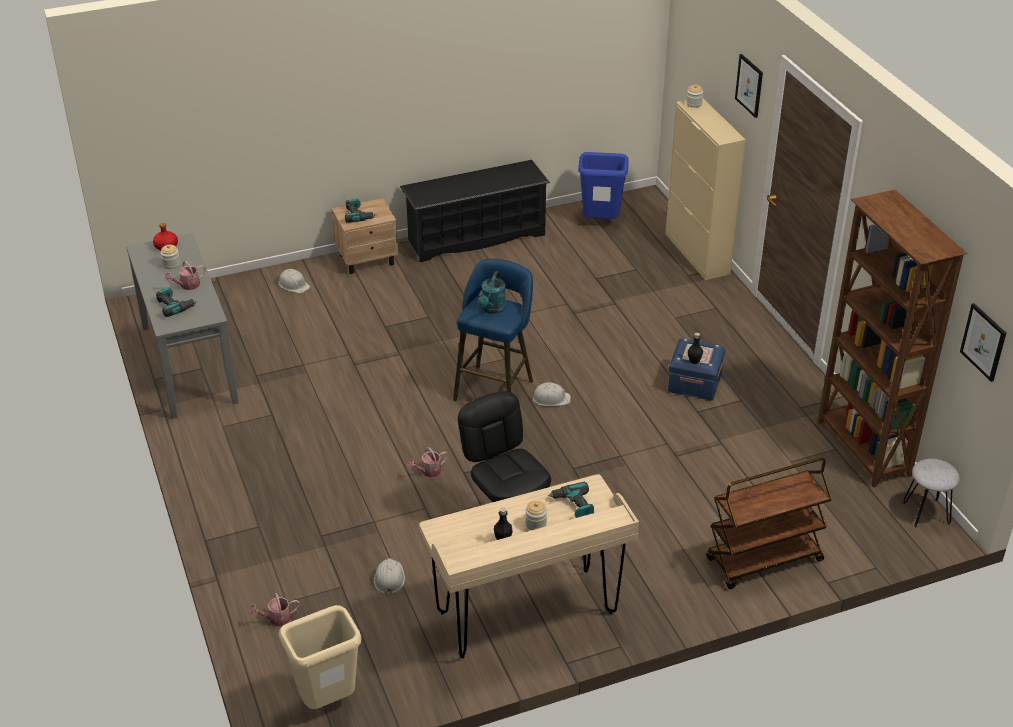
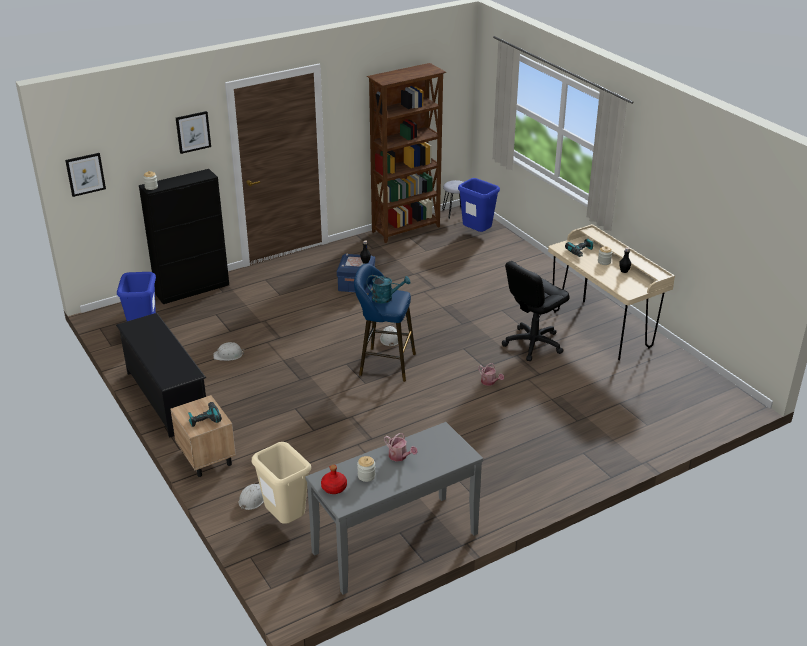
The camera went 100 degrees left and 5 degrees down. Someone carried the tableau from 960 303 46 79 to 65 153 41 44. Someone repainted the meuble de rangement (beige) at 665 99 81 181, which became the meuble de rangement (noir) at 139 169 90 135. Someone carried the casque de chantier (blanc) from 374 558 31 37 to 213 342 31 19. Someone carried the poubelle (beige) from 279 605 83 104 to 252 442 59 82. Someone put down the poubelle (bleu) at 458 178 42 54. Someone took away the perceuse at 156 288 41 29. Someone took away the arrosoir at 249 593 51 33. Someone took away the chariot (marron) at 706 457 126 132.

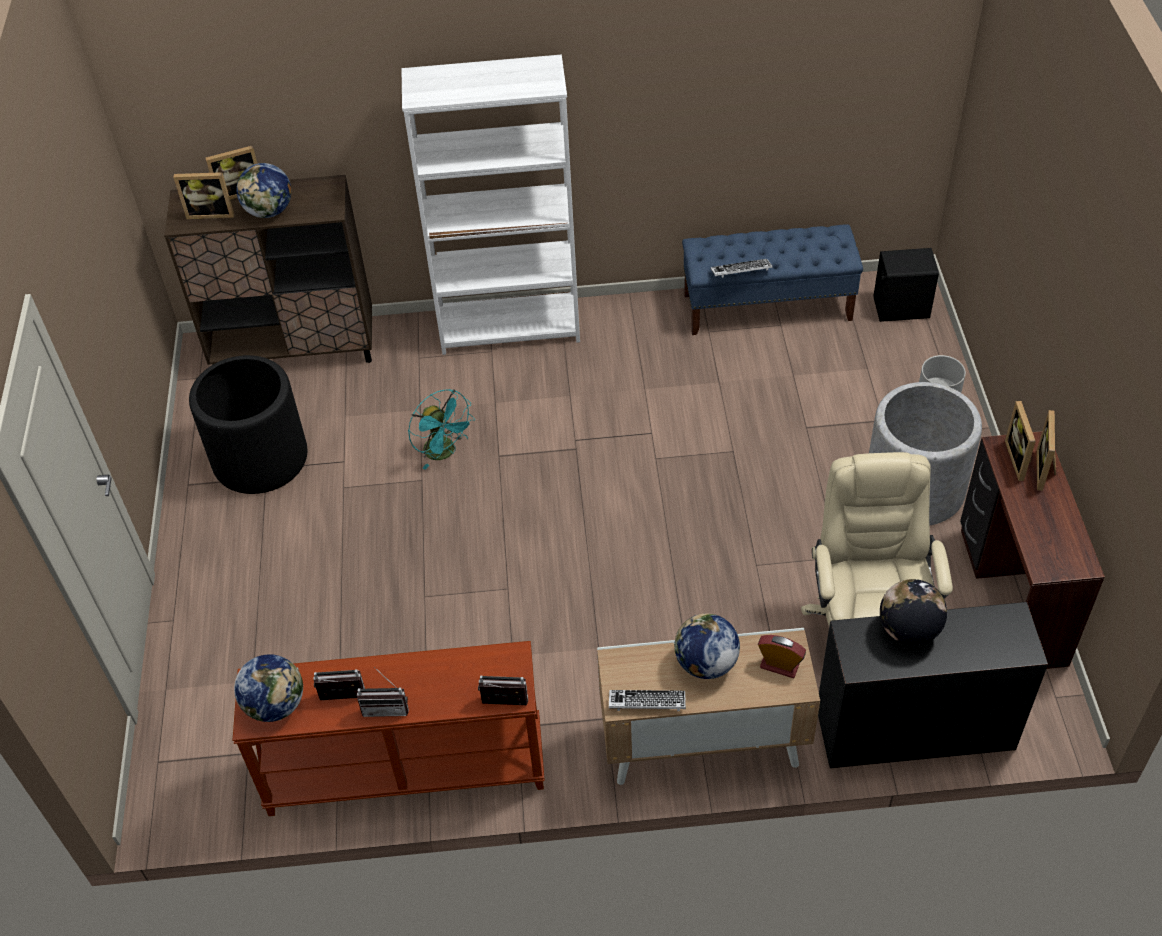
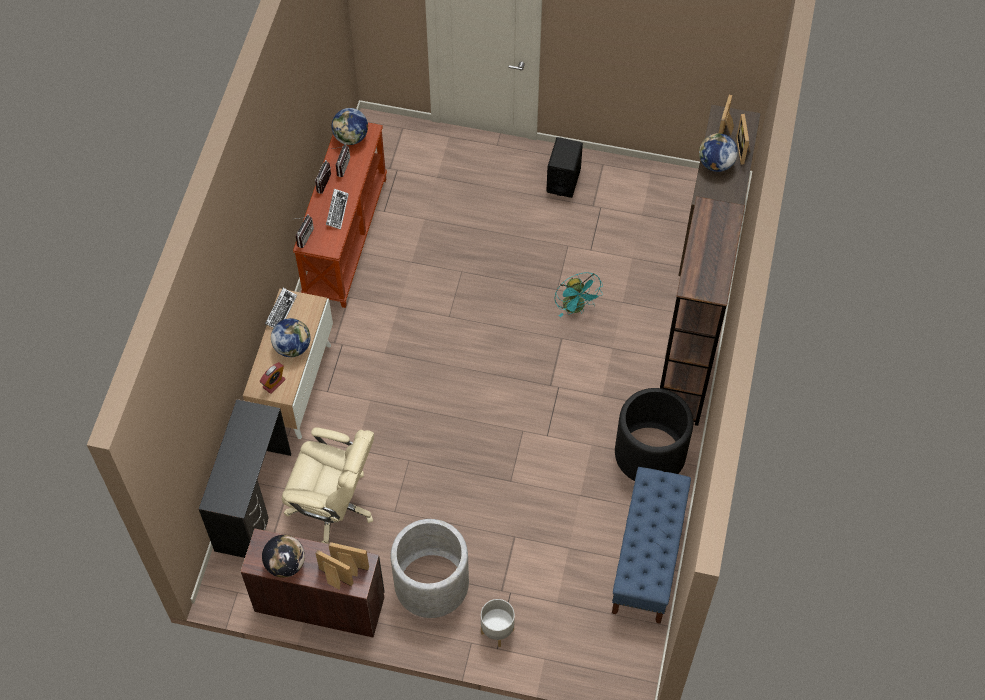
The camera went 105 degrees right and 10 degrees up. Someone carried the globe from 880 579 67 66 to 262 535 43 43. Someone carried the clavier from 711 259 62 19 to 326 189 23 41. Someone carried the enceinte (noir) from 874 248 65 74 to 546 137 37 61. Someone rotated the ventilateur (turquoise) at 408 389 67 81 by 90 degrees counterclockwise. Someone carried the cache-pot (noir) from 189 355 118 139 to 615 388 78 93. Someone repainted the bibliothèque (blanc) at 401 54 179 301, which became the bibliothèque (marron) at 660 196 85 230.

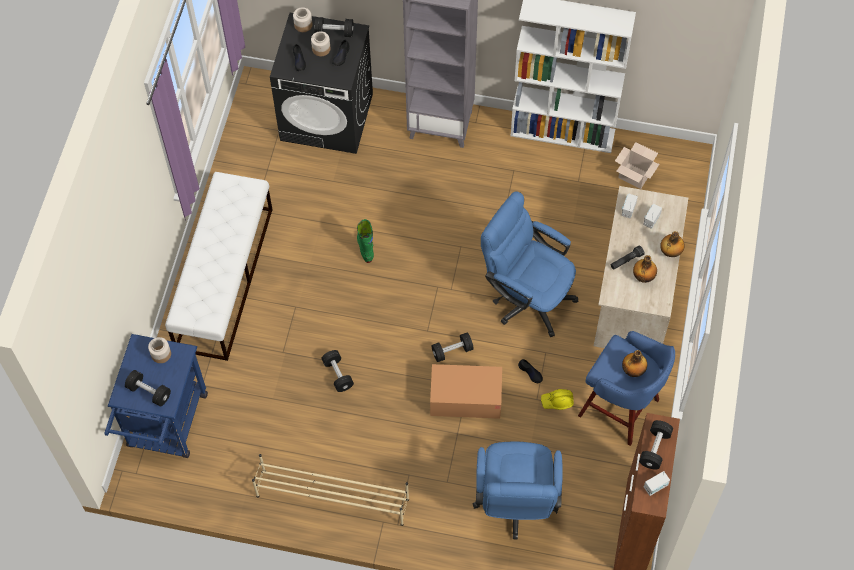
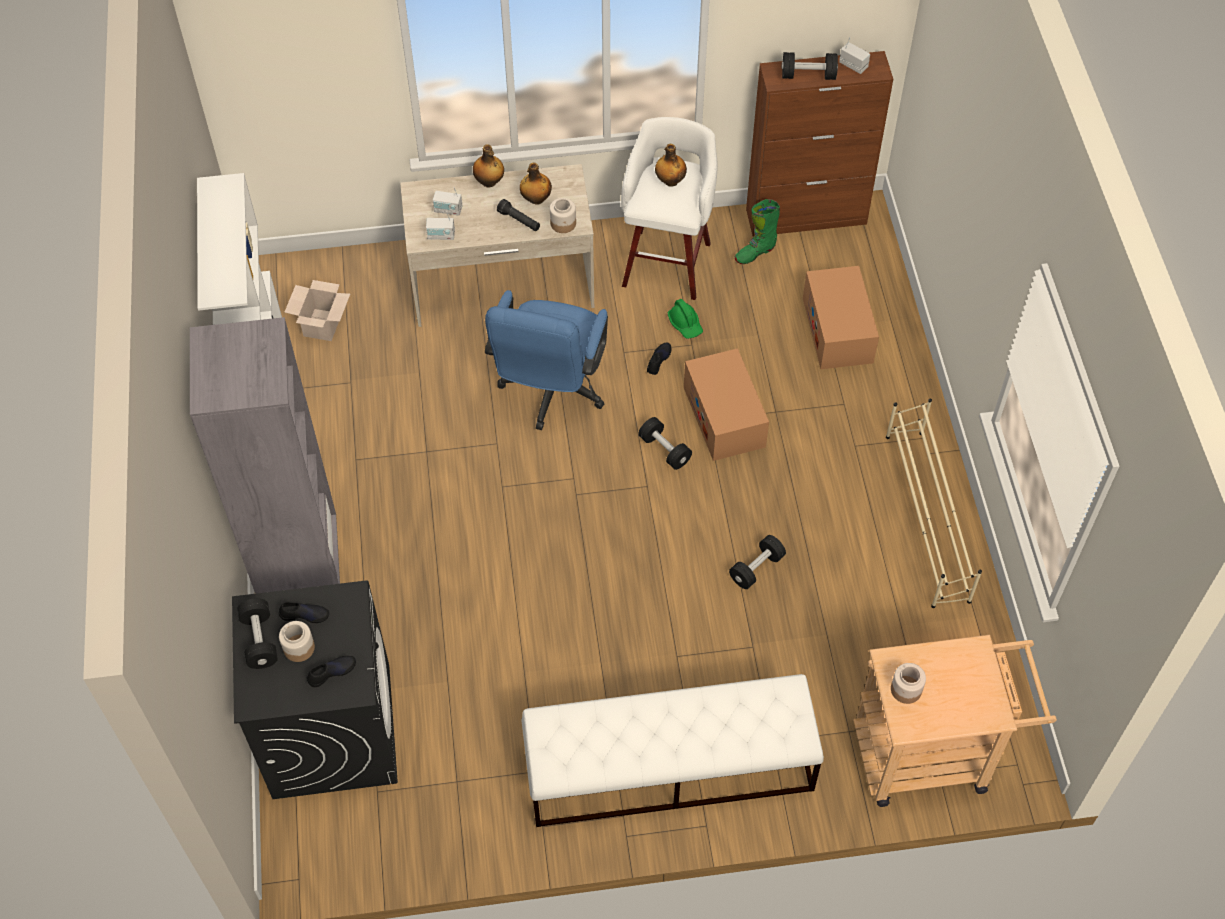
The camera went 110 degrees left and 5 degrees down. Someone carried the bocal from 293 7 19 25 to 550 198 26 35. Someone repainted the tabouret (bleu) at 578 331 97 115, which became the tabouret (blanc) at 621 117 97 183. Someone repainted the casque de chantier (jaune) at 541 389 33 21, which became the casque de chantier (vert) at 668 299 35 40. Someone carried the botte (vert) from 357 219 17 44 to 735 199 45 65. Someone swapped the chaise de bureau (bleu) at 473 441 90 99 for the carton at 803 266 76 103. Someone repainted the chariot (bleu) at 105 334 103 124, which became the chariot (beige) at 853 635 204 172. Someone took away the haltère (noir) at 125 370 46 37.

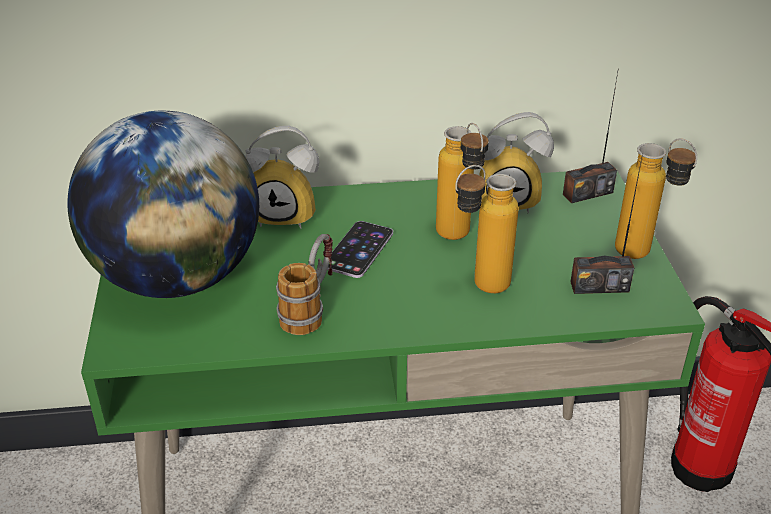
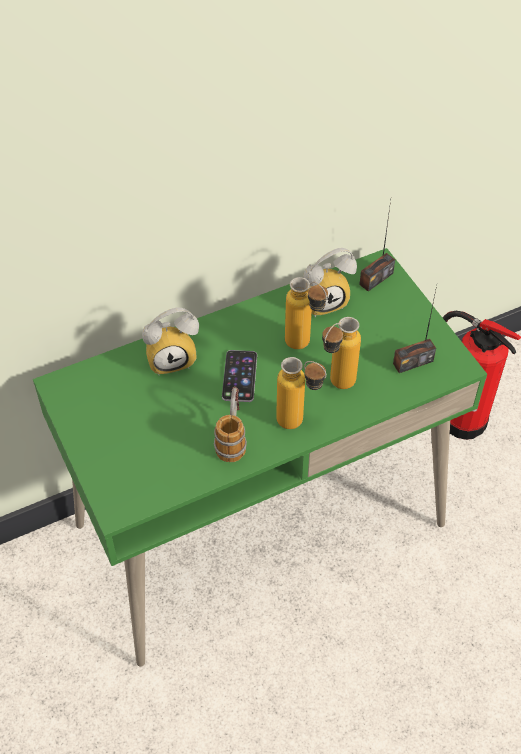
The camera went 20 degrees left and 15 degrees up. Someone carried the bouteille from 615 138 82 121 to 276 357 50 72. Someone took away the globe at 67 111 192 187.

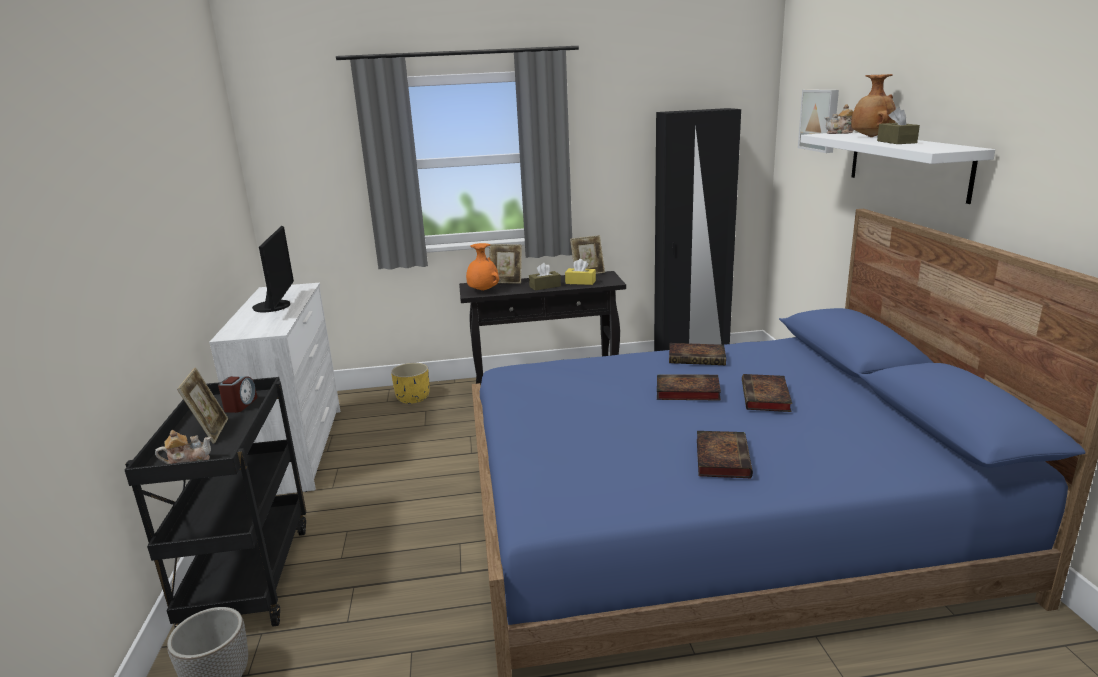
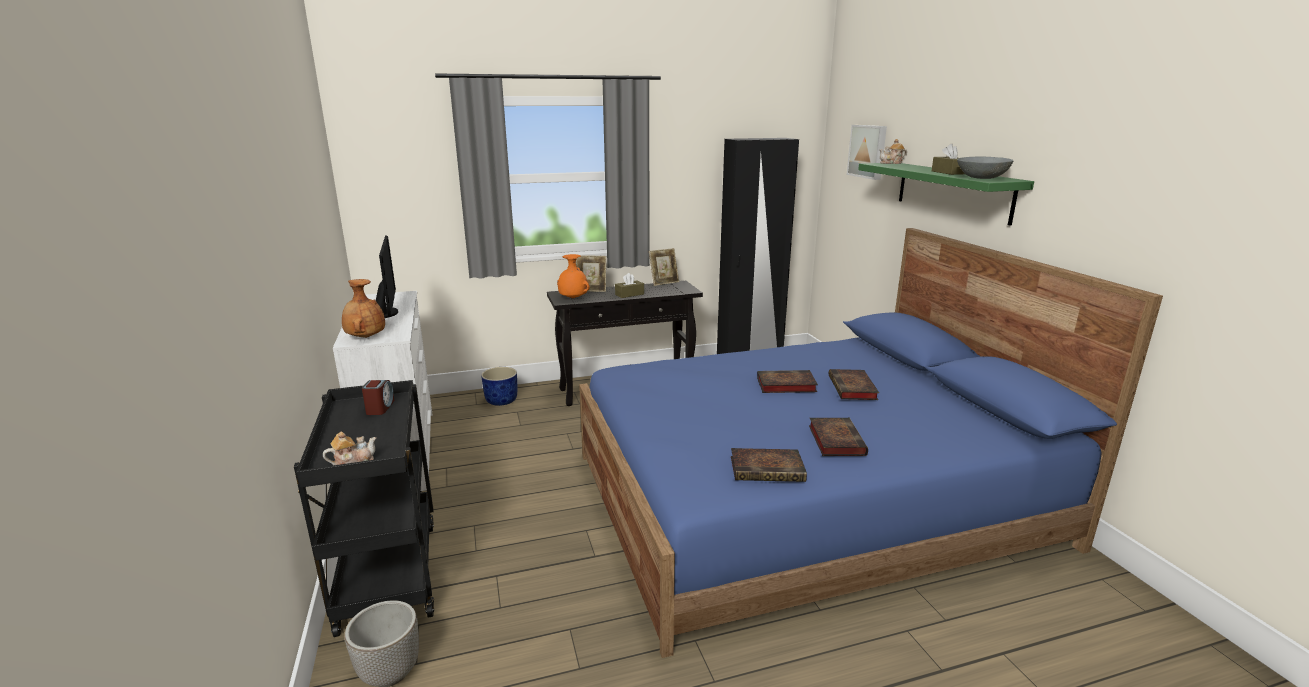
The camera went 10 degrees left and 0 degrees up. Someone carried the vase (marron) from 851 74 45 63 to 342 279 43 59. Someone repainted the cache-pot (jaune) at 391 363 39 41, which became the cache-pot (bleu) at 481 367 36 39. Someone carried the livre from 669 343 57 22 to 731 448 76 34. Someone repainted the étagère (blanc) at 801 133 194 71, which became the étagère (vert) at 858 163 176 63. Someone put down the bol (gris) at 957 157 56 22. Someone took away the cadre photo at 177 367 51 77. Someone took away the boîte à mouchoirs (jaune) at 565 259 31 26.

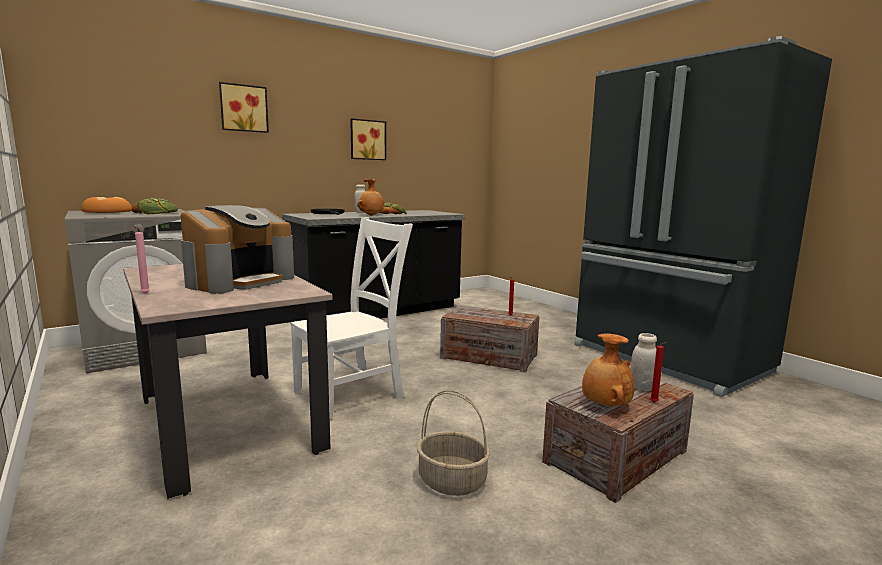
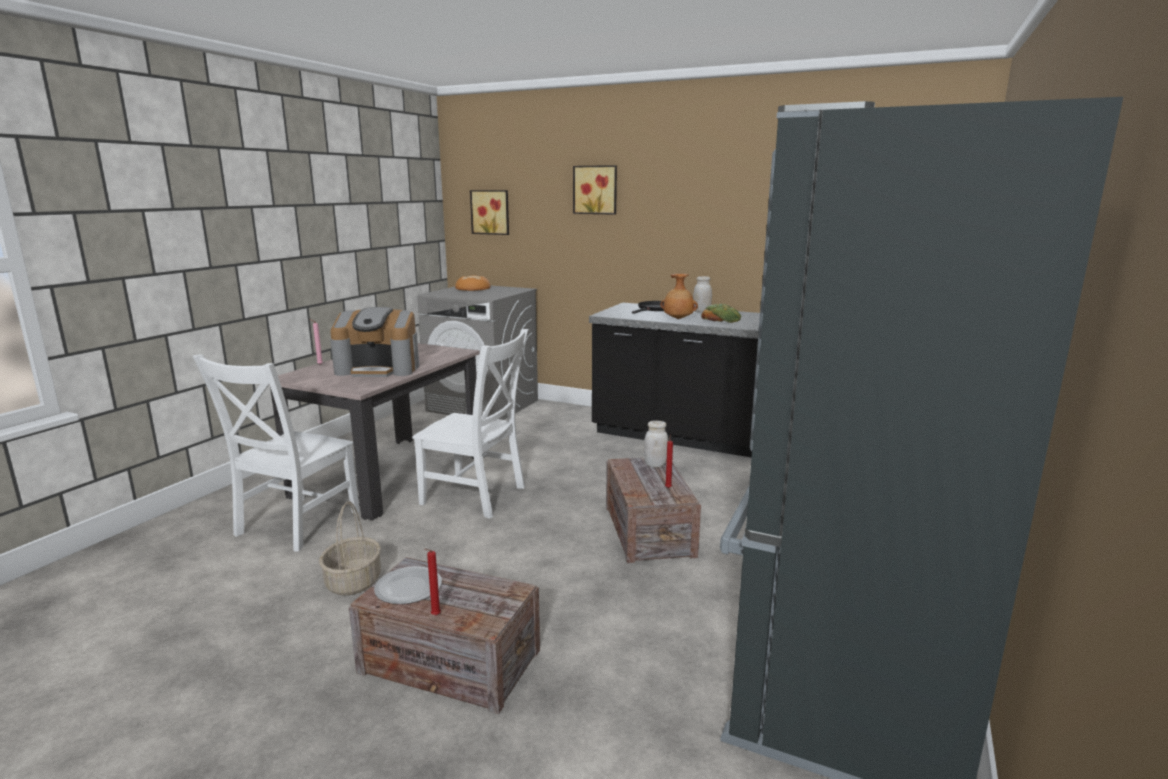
The camera went 60 degrees right and 5 degrees up. Someone put down the chaise (blanc) at 193 354 167 198. Someone swapped the vase (marron) at 582 333 52 74 for the assiette at 374 566 68 38. Someone carried the tableau from 350 118 36 42 to 470 190 39 45. Someone carried the bocal (blanc) from 631 333 26 58 to 644 421 24 46. Someone took away the pain at 132 198 46 16.

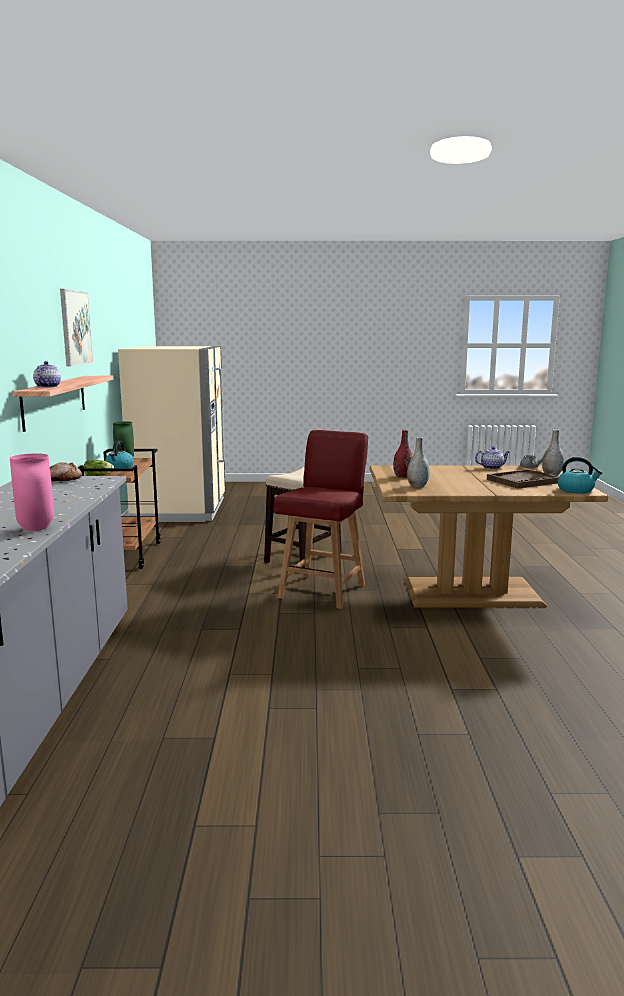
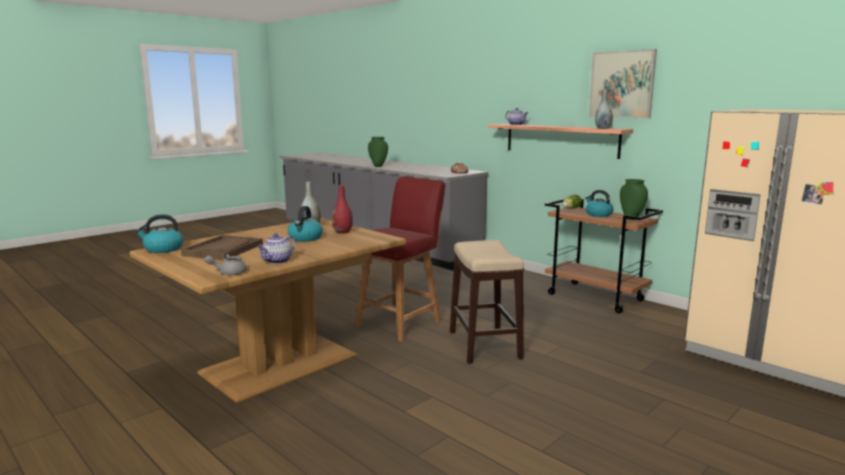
The camera went 135 degrees right and 0 degrees up. Someone put down the bouilloire at 288 206 35 36. Someone rotated the chaise (rouge) at 274 430 94 179 by 120 degrees counterclockwise. Someone repainted the vase (rose) at 10 453 44 78, which became the vase (vert) at 368 137 20 30. Someone carried the vase (gris) from 542 429 22 47 to 595 90 17 39.

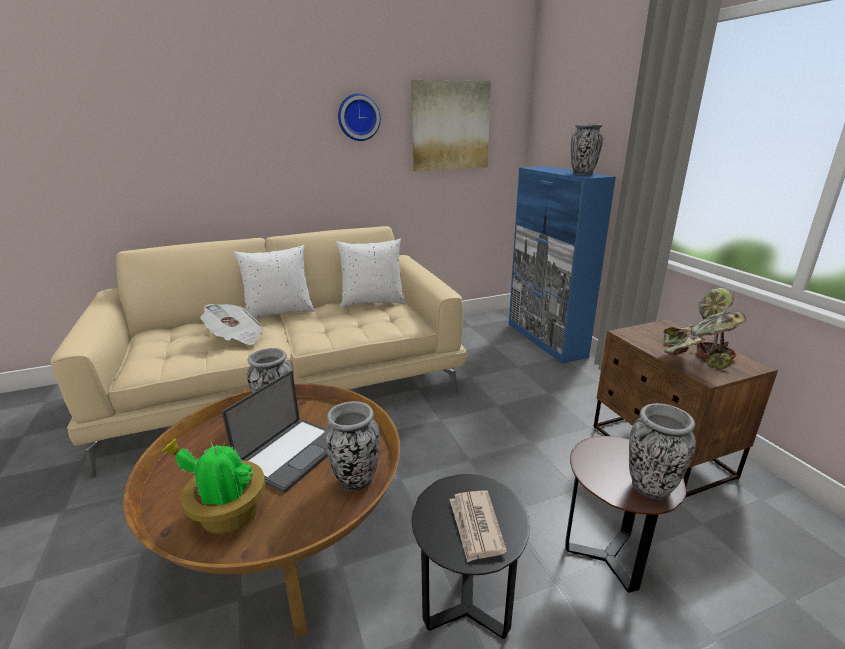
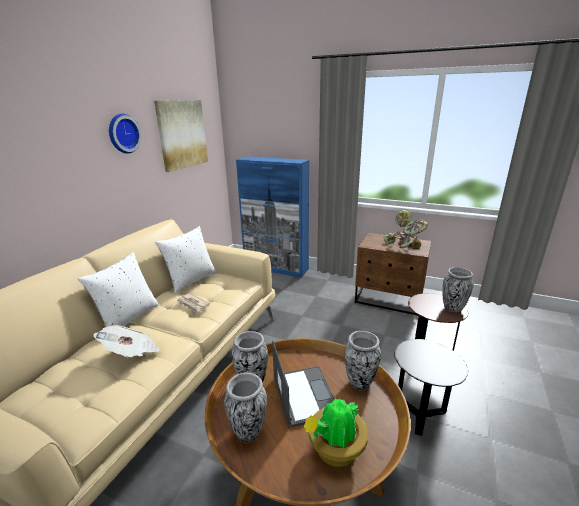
The camera went 45 degrees left and 0 degrees up. Someone carried the journal from 450 490 57 73 to 176 293 34 21. Someone carried the vase from 571 124 32 51 to 224 373 43 70.

